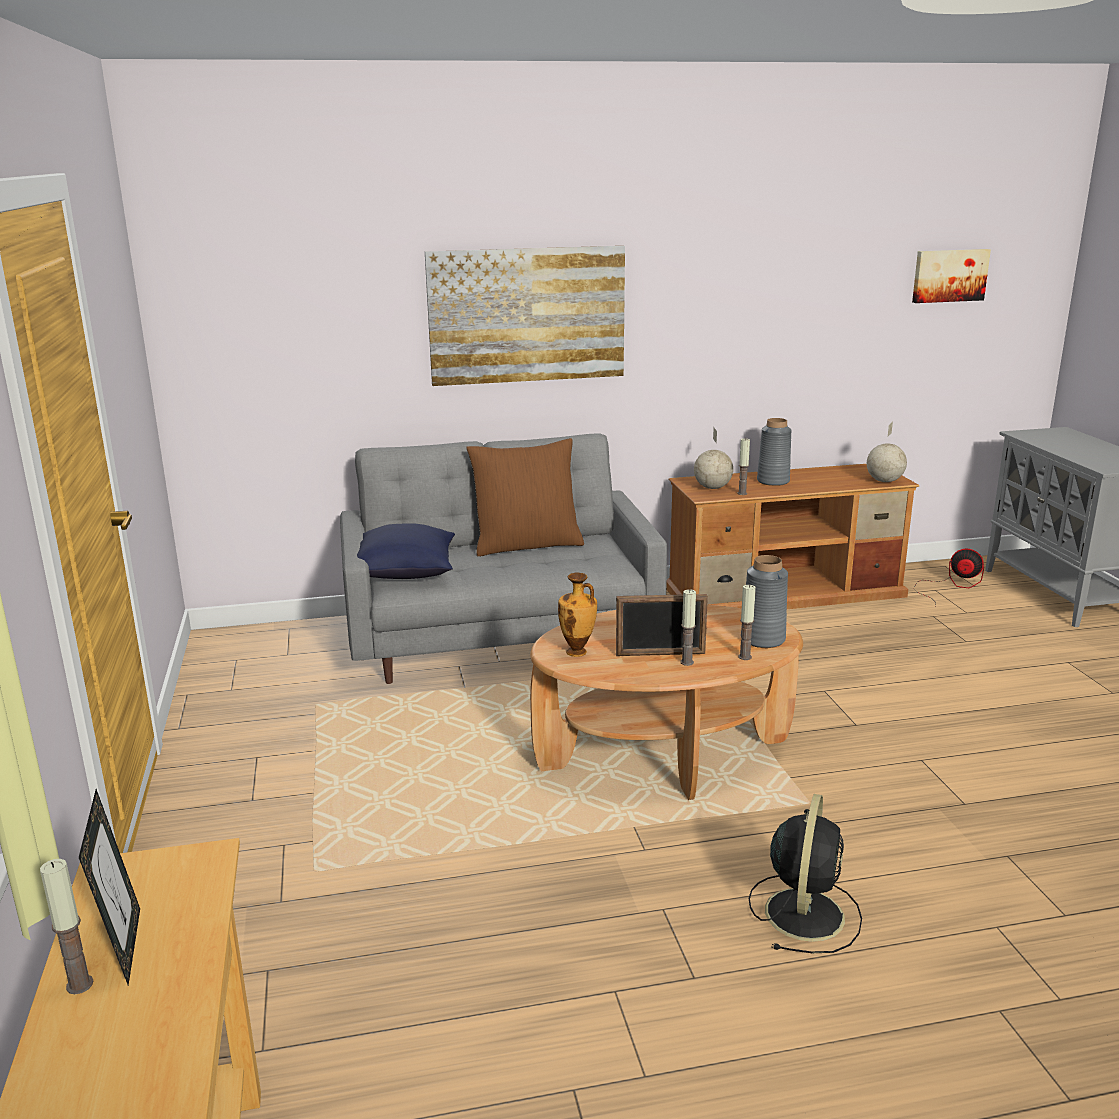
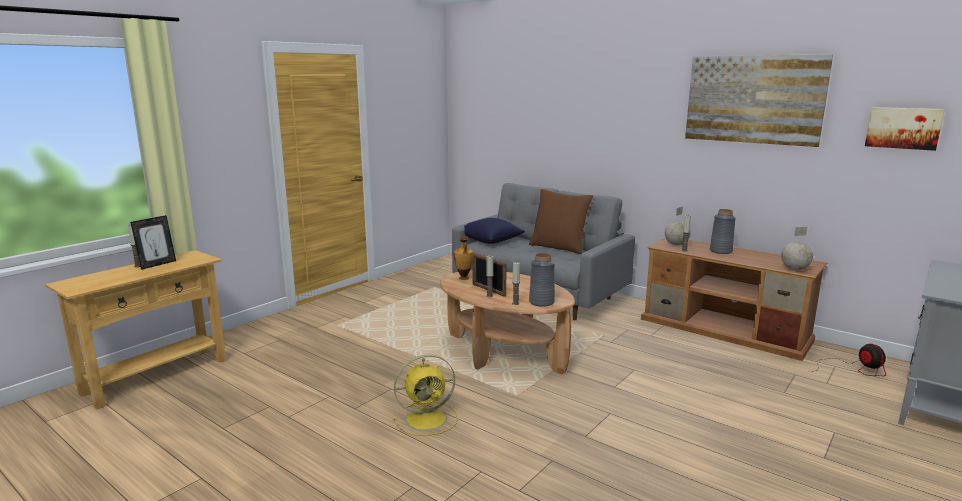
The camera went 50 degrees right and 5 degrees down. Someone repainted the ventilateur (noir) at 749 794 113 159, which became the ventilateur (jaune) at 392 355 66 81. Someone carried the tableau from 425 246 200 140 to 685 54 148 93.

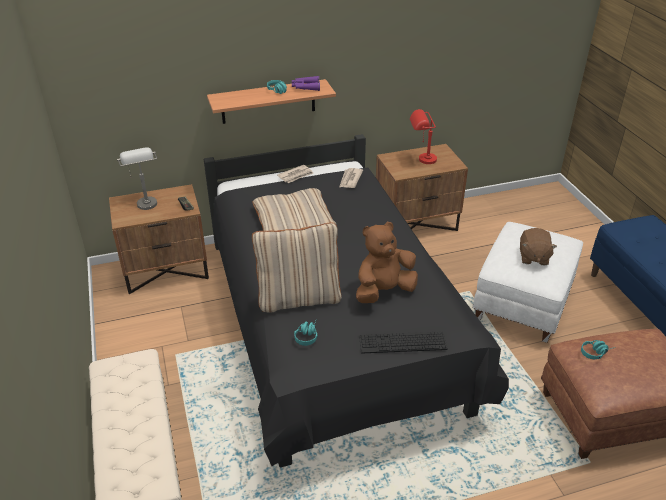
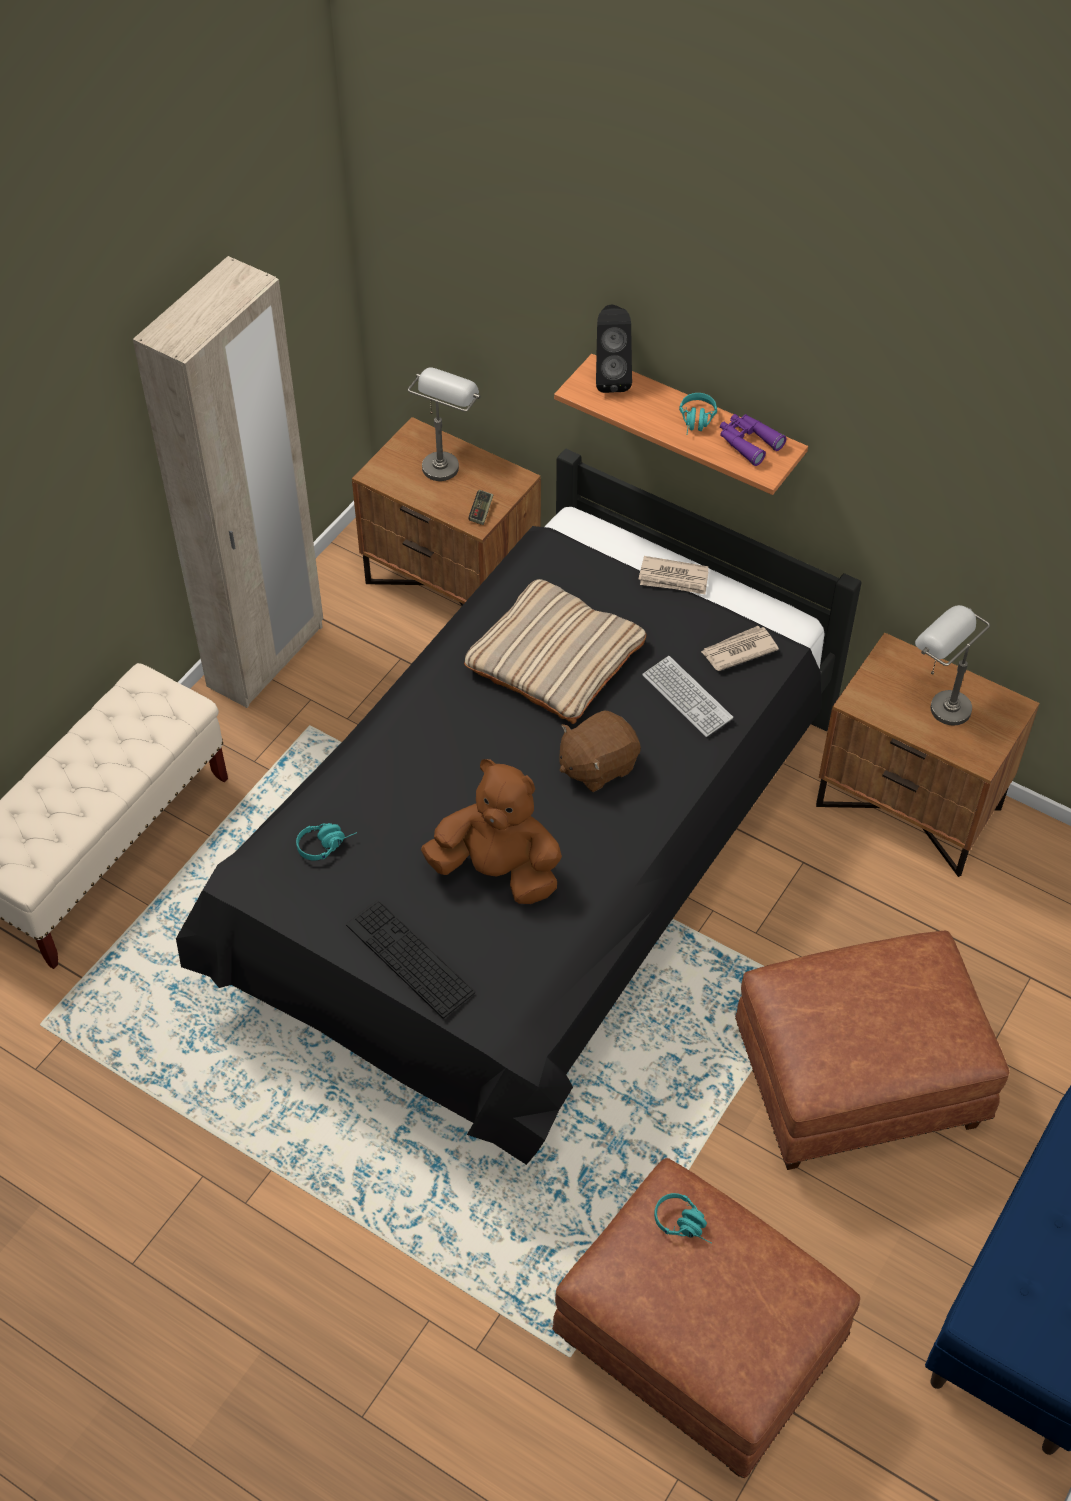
The camera went 50 degrees right and 15 degrees up. Someone put down the armoire (beige) at 133 256 190 452. Someone carried the peluche (marron) from 520 228 37 37 to 559 710 82 82. Someone put down the enceinte (noir) at 596 304 36 89. Someone put down the clavier at 642 656 91 81. Someone repainted the pouf (blanc) at 472 222 111 121, which became the pouf (marron) at 735 931 274 239. Someone repainted the lampe de table (rouge) at 410 109 27 55, which became the lampe de table (gris) at 915 605 75 120. Someone took away the coussin (beige) at 252 222 90 91.

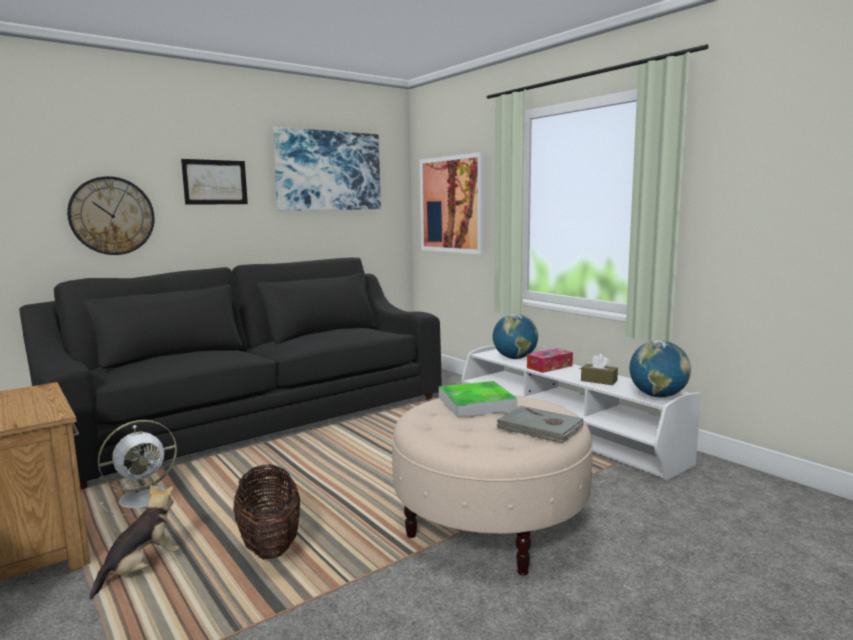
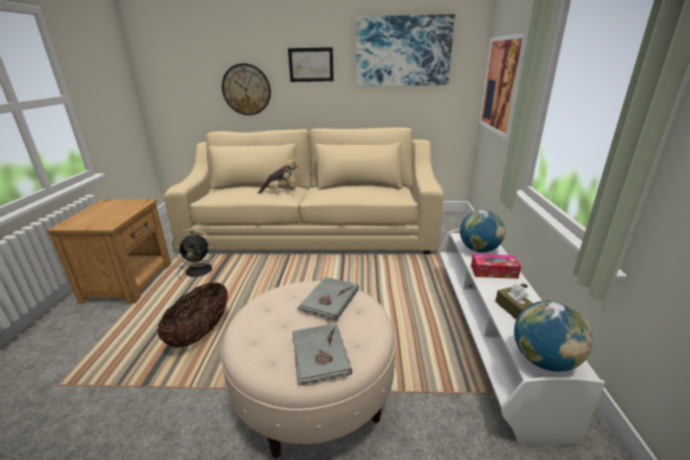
The camera went 40 degrees right and 15 degrees up. Someone repainted the canapé (noir) at 19 258 422 231, which became the canapé (beige) at 164 128 280 126. Someone repainted the ventilateur (blanc) at 98 420 79 95, which became the ventilateur (noir) at 172 229 43 51. Someone carried the peluche from 89 485 91 115 to 258 156 40 38. Someone swapped the plateau at 439 381 78 36 for the livre (gris) at 297 277 62 44.

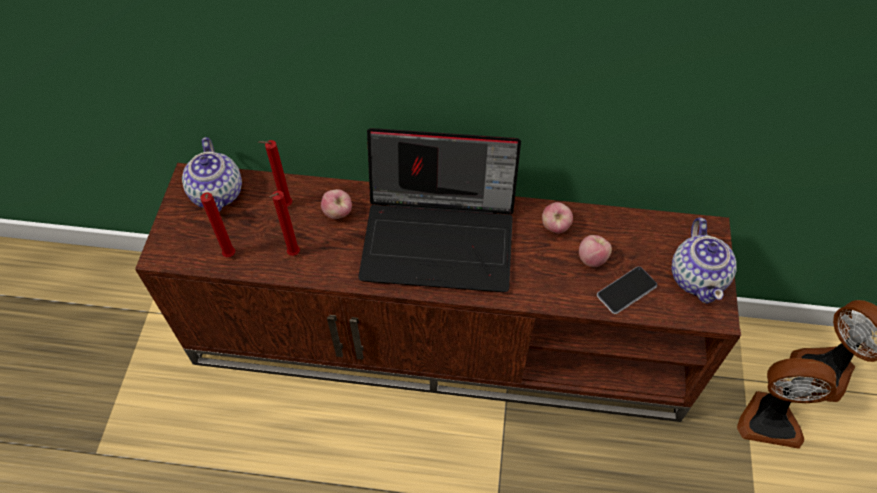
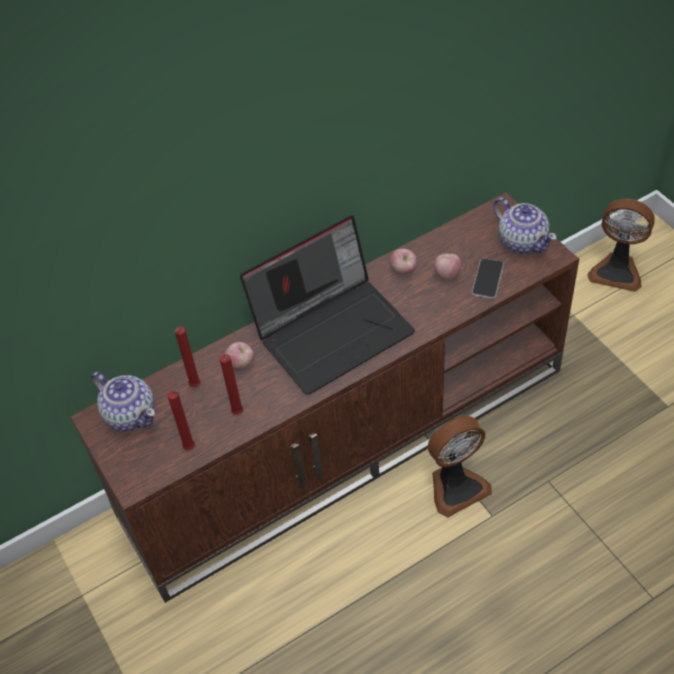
The camera went 35 degrees left and 5 degrees down. Someone carried the ventilateur from 737 358 100 91 to 428 416 64 101.

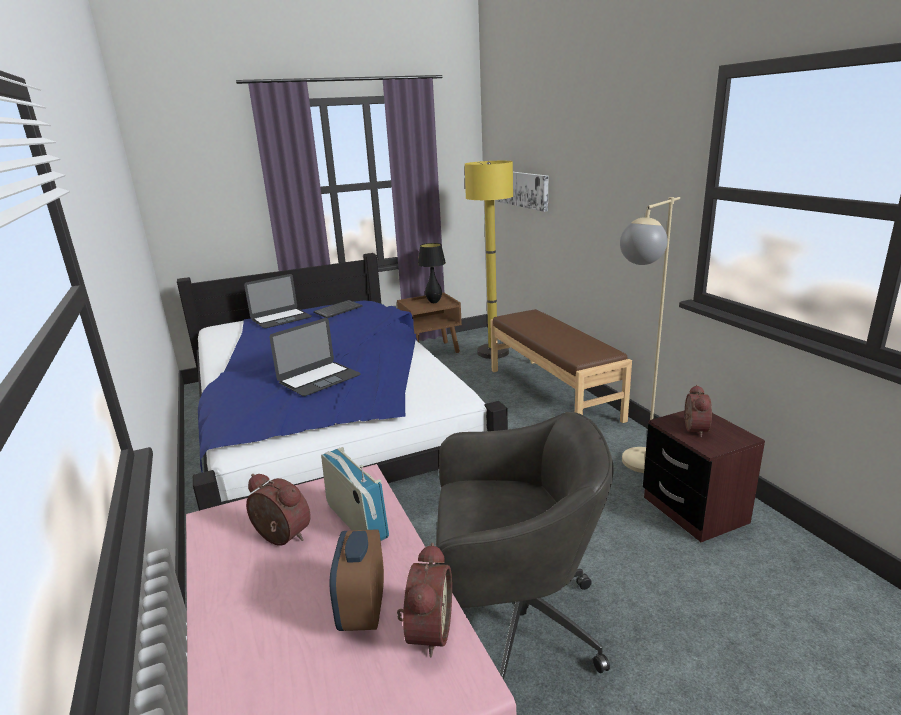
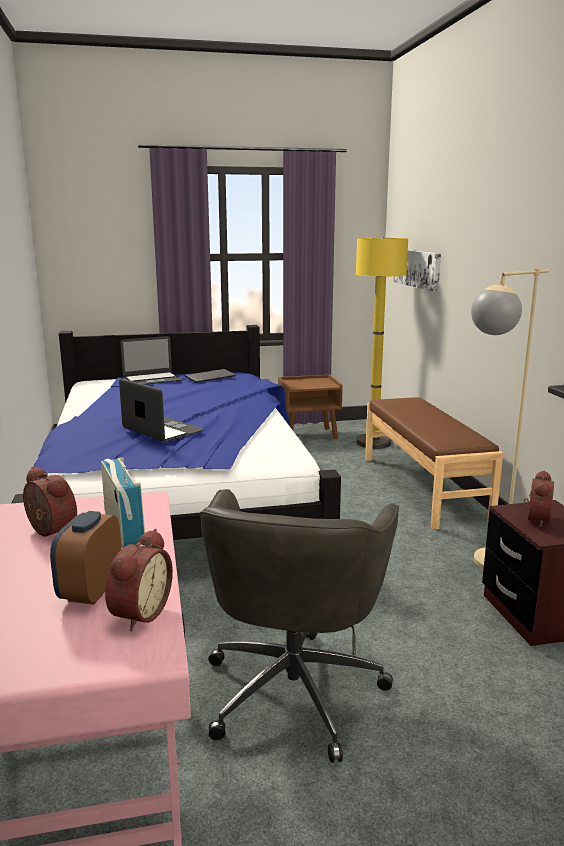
The camera went 10 degrees right and 5 degrees down. Someone rotated the ordinateur portable at 269 318 92 78 by 105 degrees counterclockwise. Someone rotated the chaise de bureau (gris) at 435 412 179 268 by 90 degrees clockwise. Someone took away the lampe de table (noir) at 418 243 28 60.

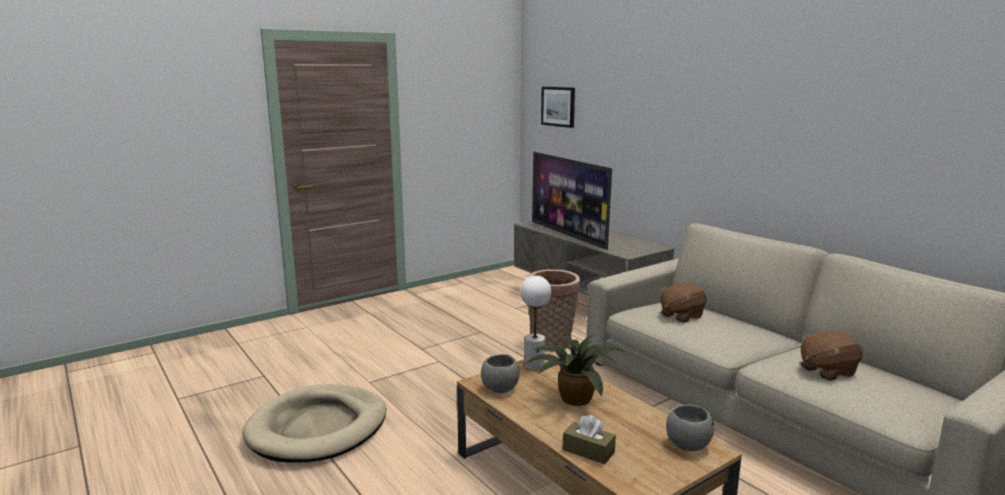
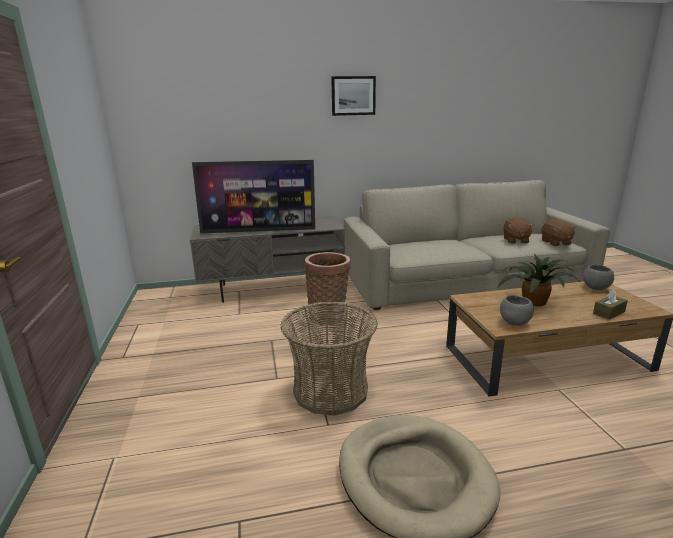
The camera went 65 degrees left and 5 degrees up. Someone put down the panier at 280 302 98 113. Someone carried the tableau from 541 87 34 41 to 331 76 45 40. Someone carried the peluche (marron) from 660 282 47 41 to 542 220 34 26. Someone took away the lampe de table (blanc) at 520 276 31 94.

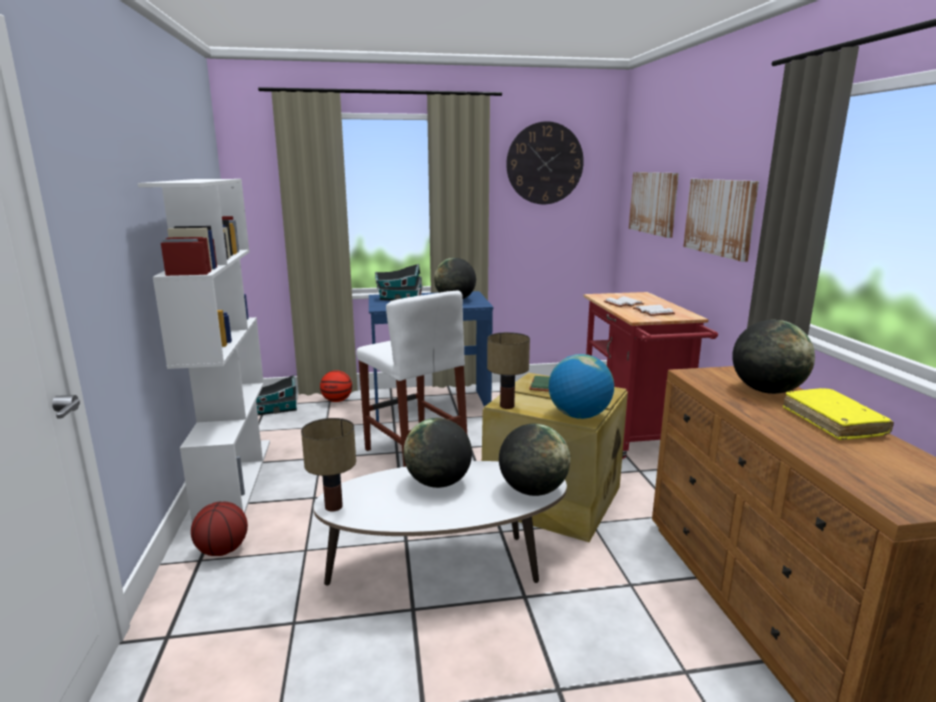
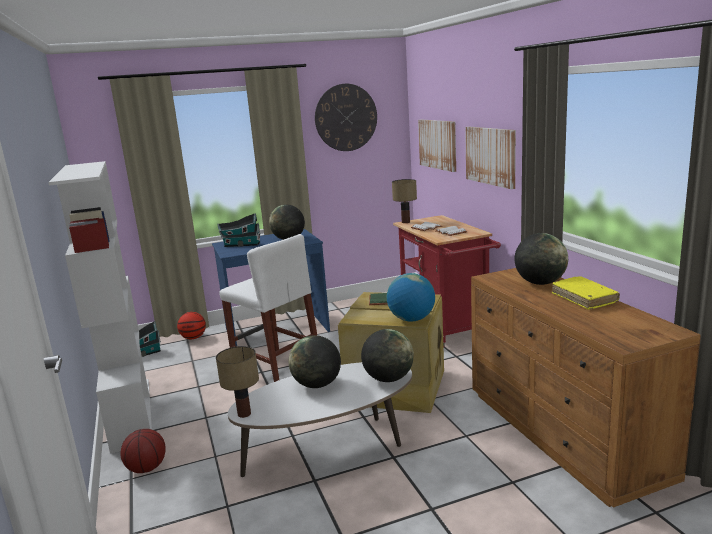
The camera went 10 degrees left and 0 degrees up. Someone carried the lampe de table from 487 332 43 77 to 392 179 25 44.

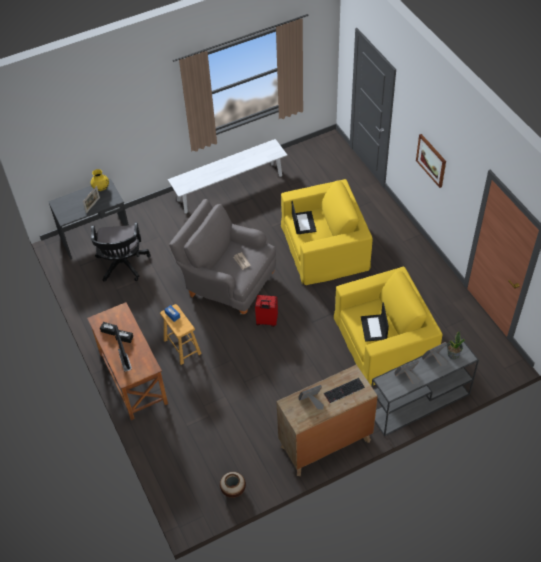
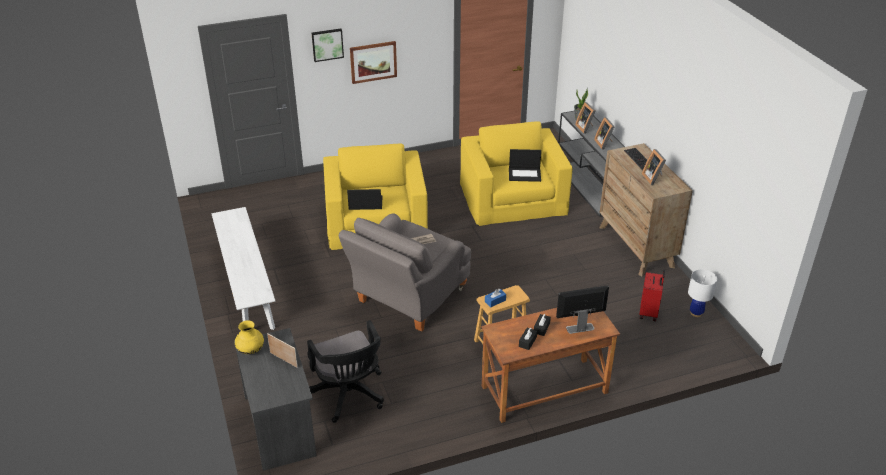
The camera went 85 degrees left and 15 degrees down. Someone rotated the chaise de bureau (noir) at 91 222 60 60 by 60 degrees clockwise. Someone put up the tableau at 312 28 32 34. Someone carried the valise (rouge) from 255 295 23 32 to 639 270 26 51. Someone swapped the vase at 220 472 26 26 for the lampe de table (blanc) at 688 269 29 48.

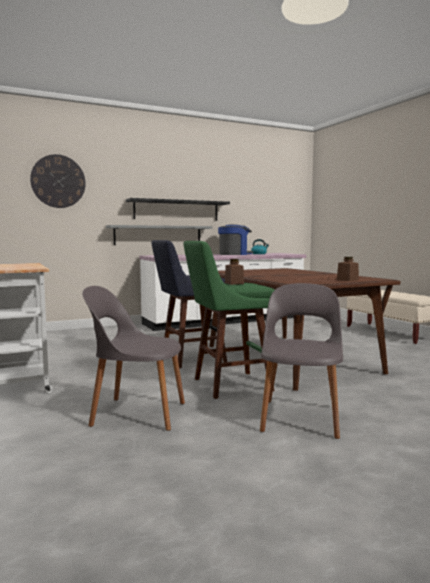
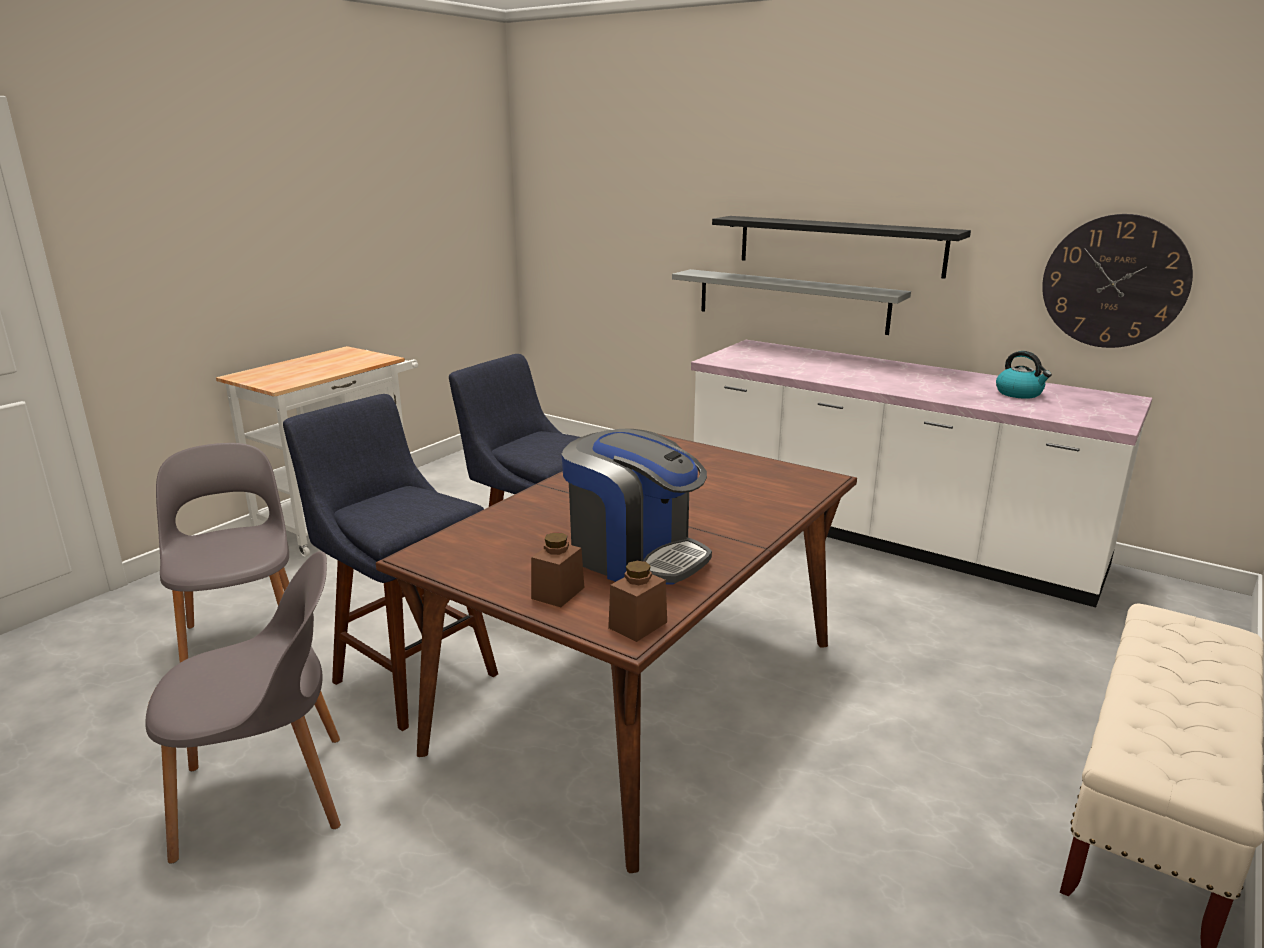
The camera went 60 degrees right and 15 degrees up. Someone repainted the tabouret (vert) at 183 241 92 158, which became the tabouret (bleu) at 283 394 215 337. Someone carried the machine à café from 218 224 35 31 to 561 429 151 155. Someone carried the bocal (marron) from 225 259 19 26 to 608 561 59 81. Someone carried the horloge murale from 30 154 56 54 to 1042 214 151 134.

